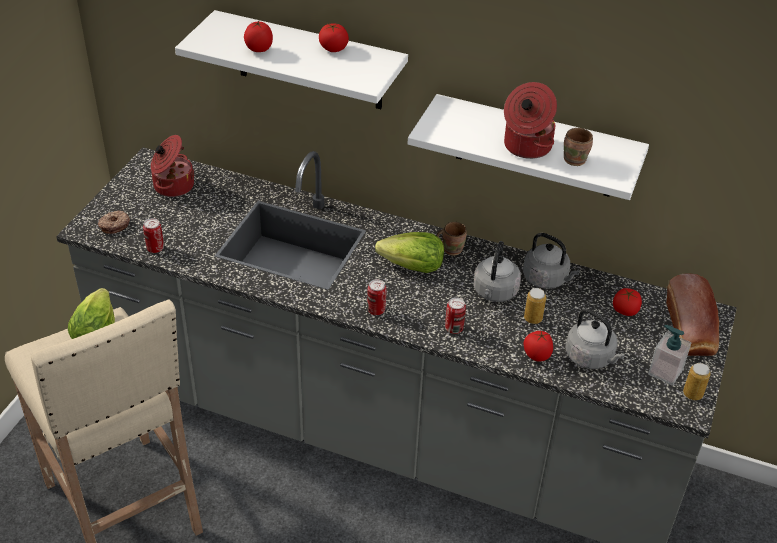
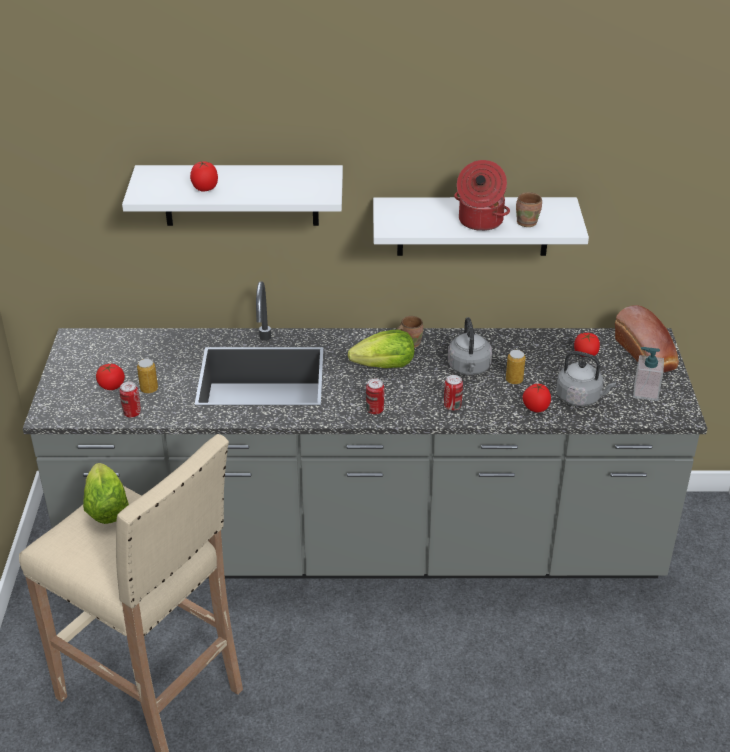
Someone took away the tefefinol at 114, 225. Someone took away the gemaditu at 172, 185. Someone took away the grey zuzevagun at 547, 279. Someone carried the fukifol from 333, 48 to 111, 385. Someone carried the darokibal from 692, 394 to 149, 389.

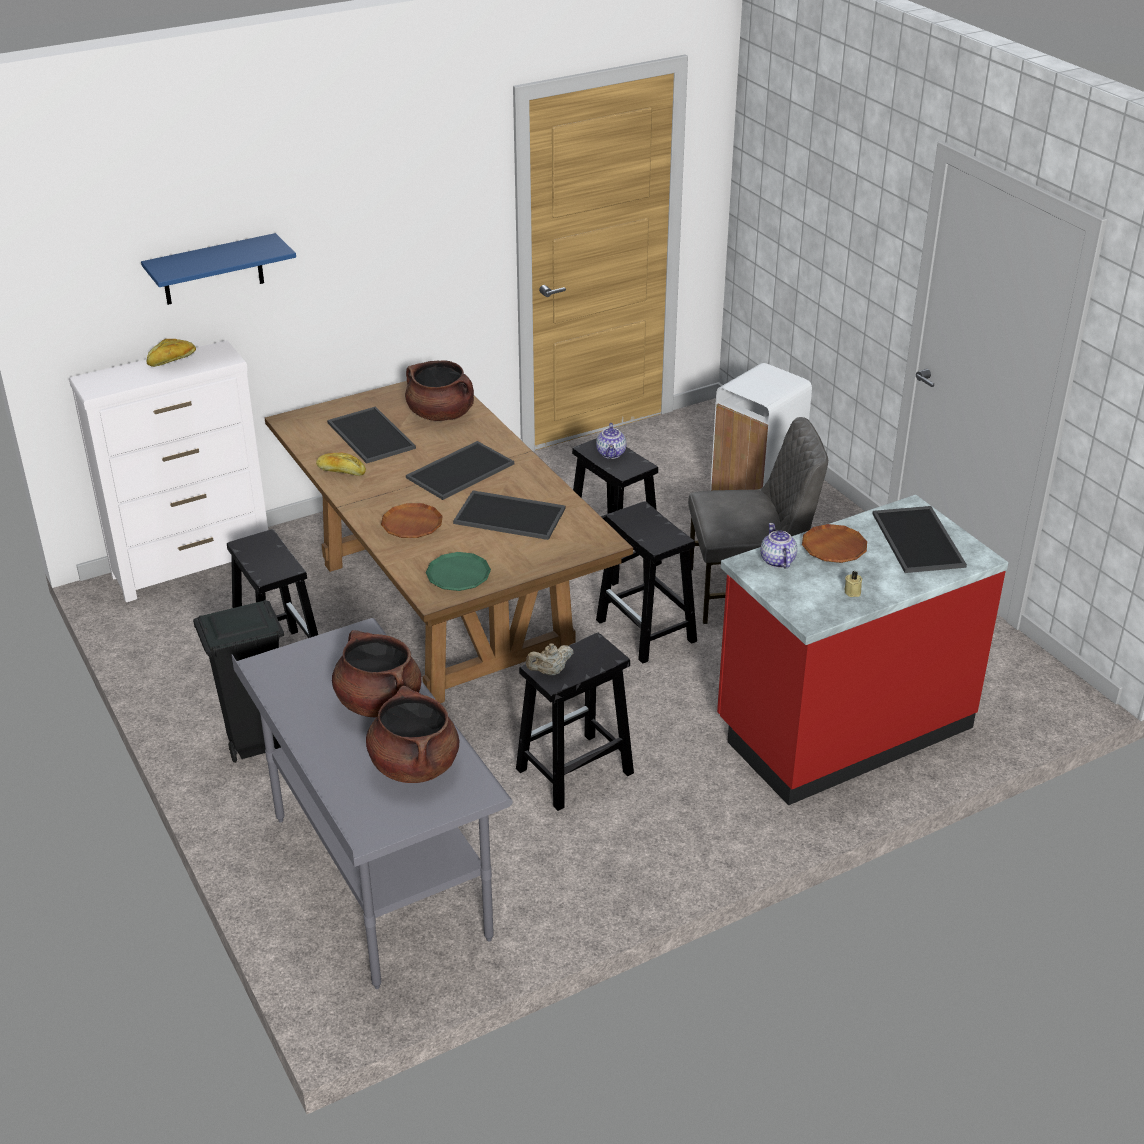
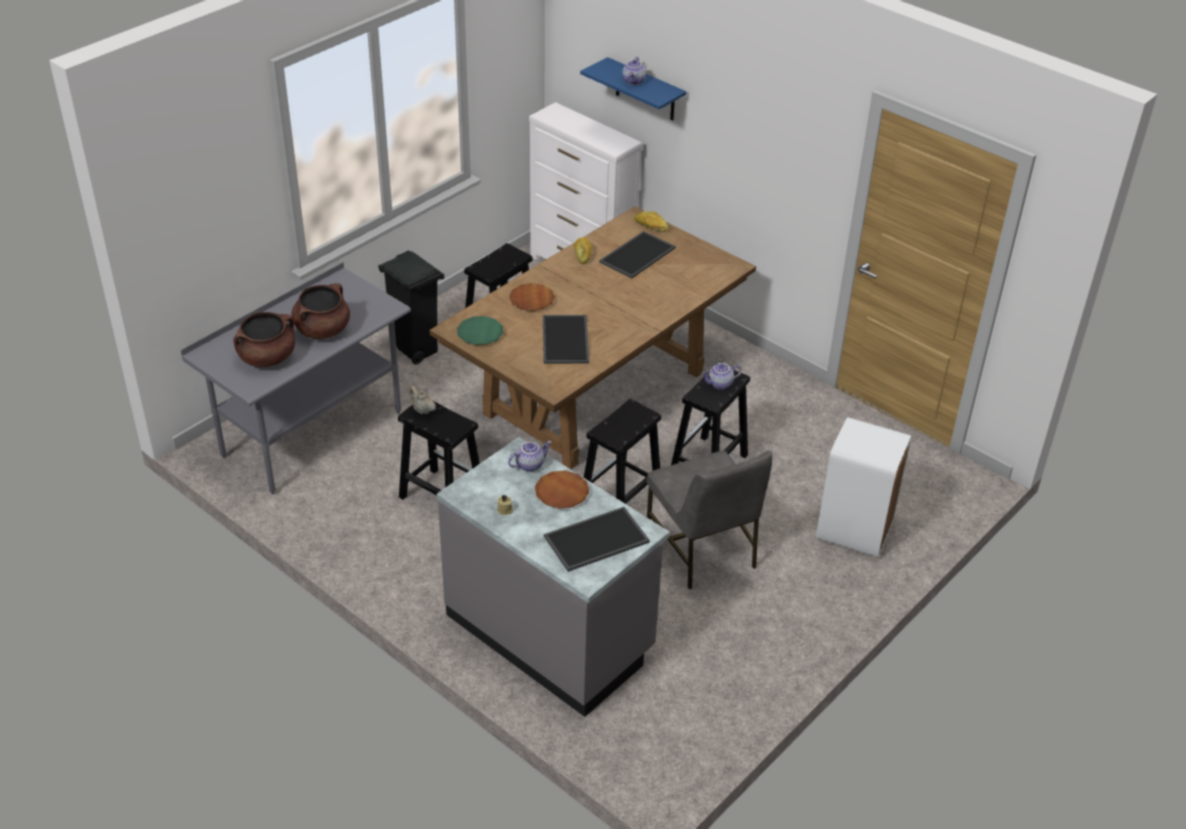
Someone took away the brown gemaditu at 441, 414. Someone took away the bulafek at 460, 470. Someone put down the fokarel at 634, 81. Someone carried the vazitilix from 172, 360 to 651, 227. Someone repainted the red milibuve at 842, 727, which became the grey milibuve at 550, 633.

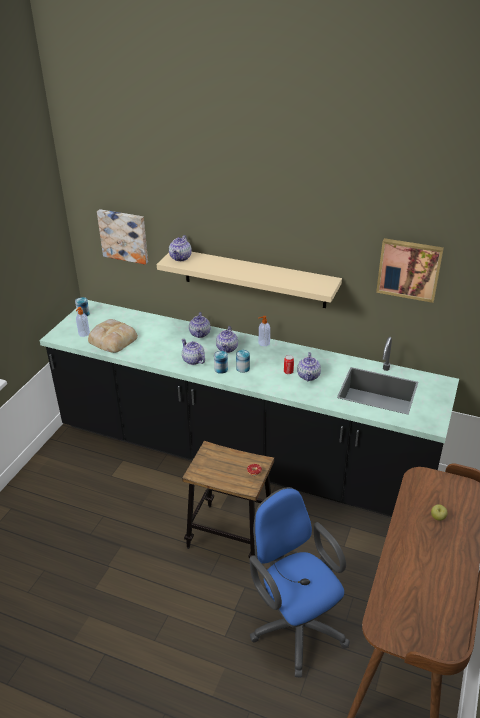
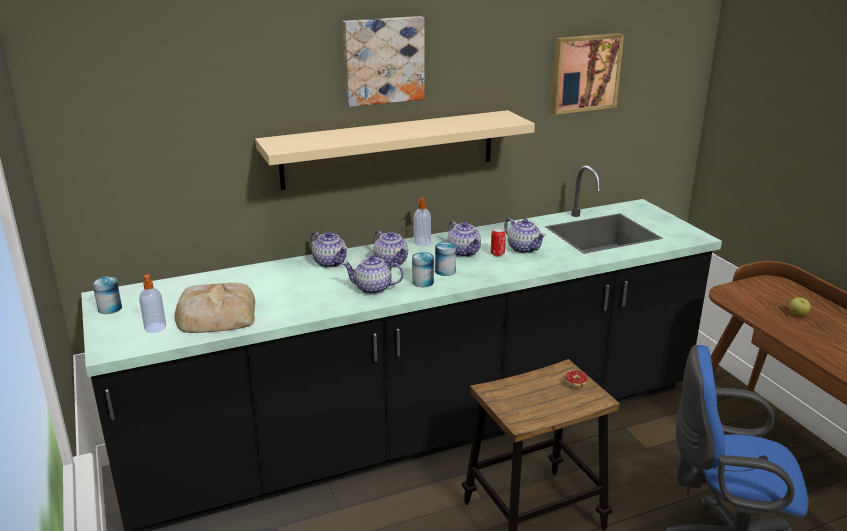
Someone carried the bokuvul from 124, 235 to 383, 60. Someone carried the fokarel from 181, 258 to 464, 252.

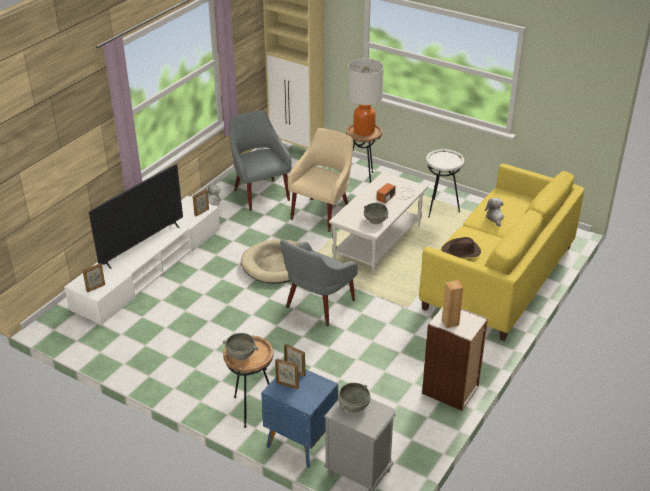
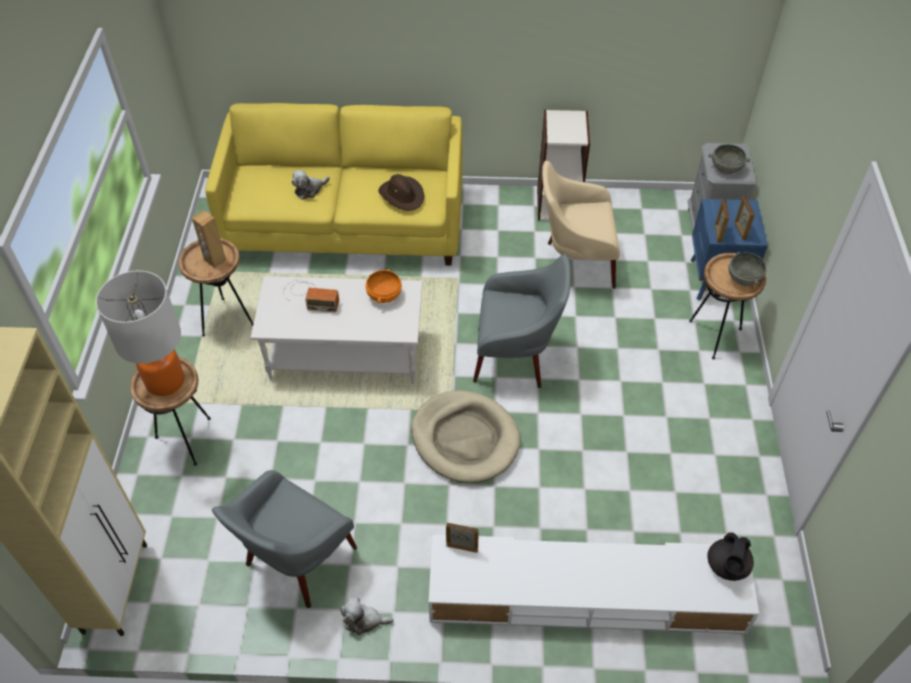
Someone took away the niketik at 142, 245. Someone carried the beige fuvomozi from 322, 212 to 574, 264. Someone carried the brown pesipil from 450, 322 to 215, 260. Someone swapped the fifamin at 96, 288 for the black fokarel at 727, 567. Someone repainted the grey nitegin at 376, 220, which became the orange nitegin at 384, 295. Someone repainted the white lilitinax at 440, 209, which became the brown lilitinax at 226, 320.

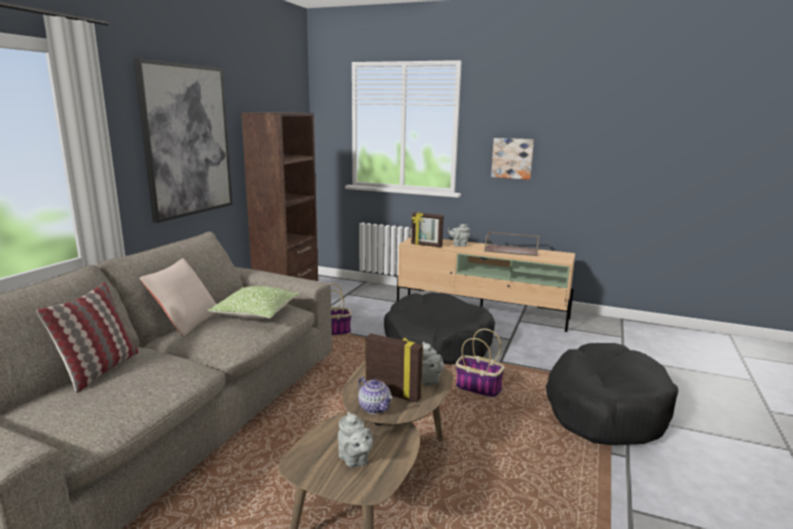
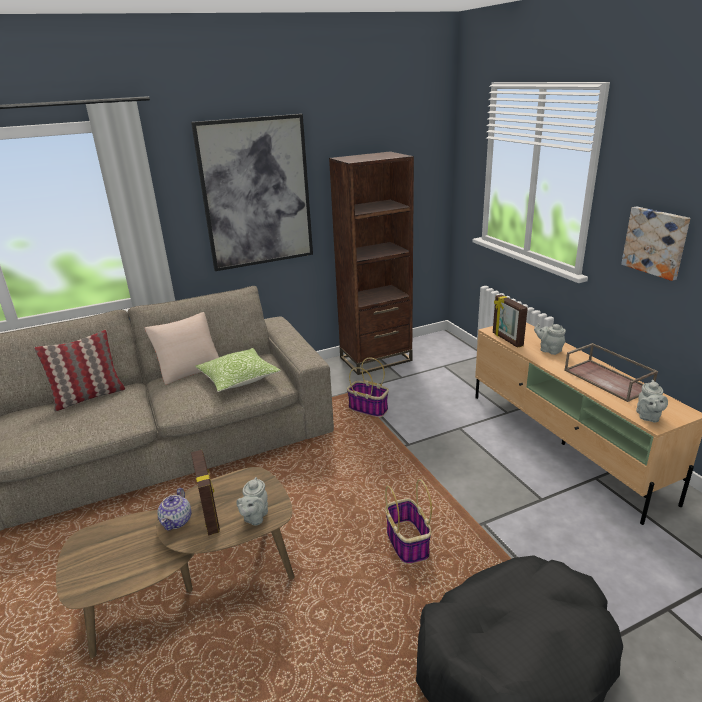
Someone took away the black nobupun at 438, 342. Someone carried the grey fokarel from 354, 460 to 648, 417.

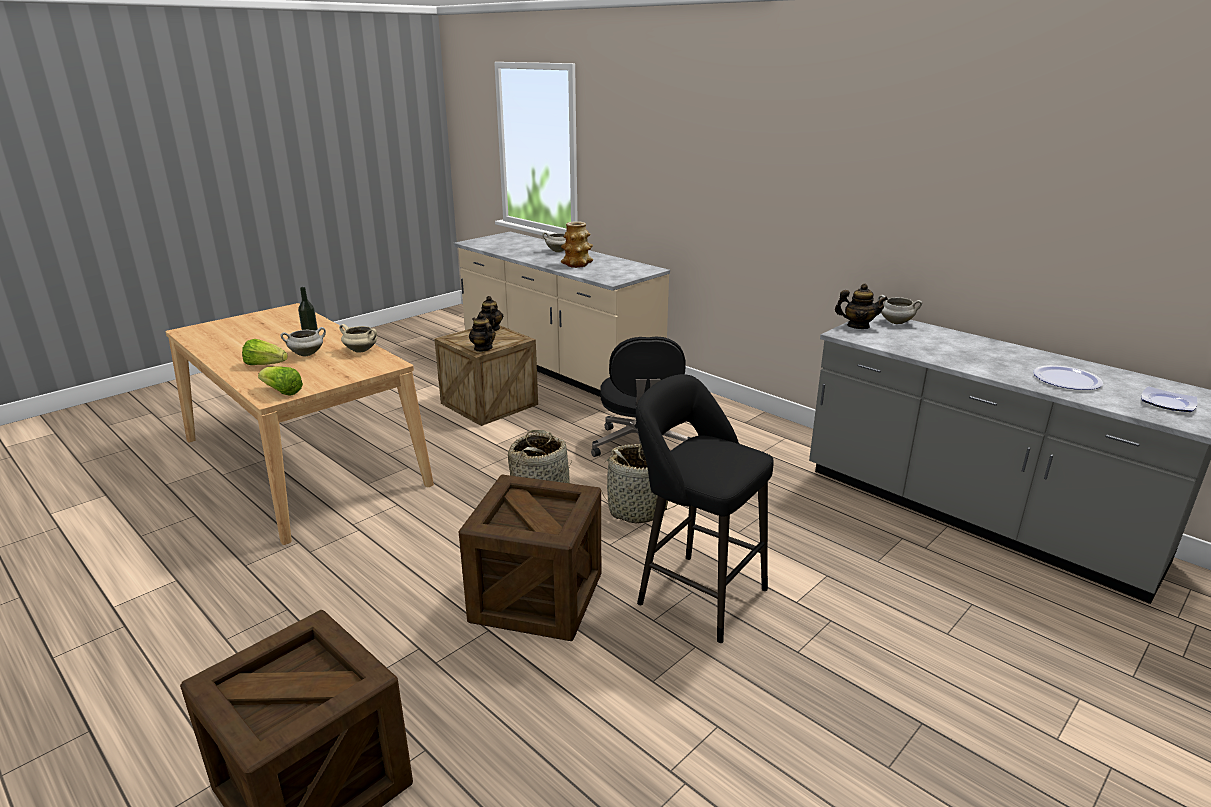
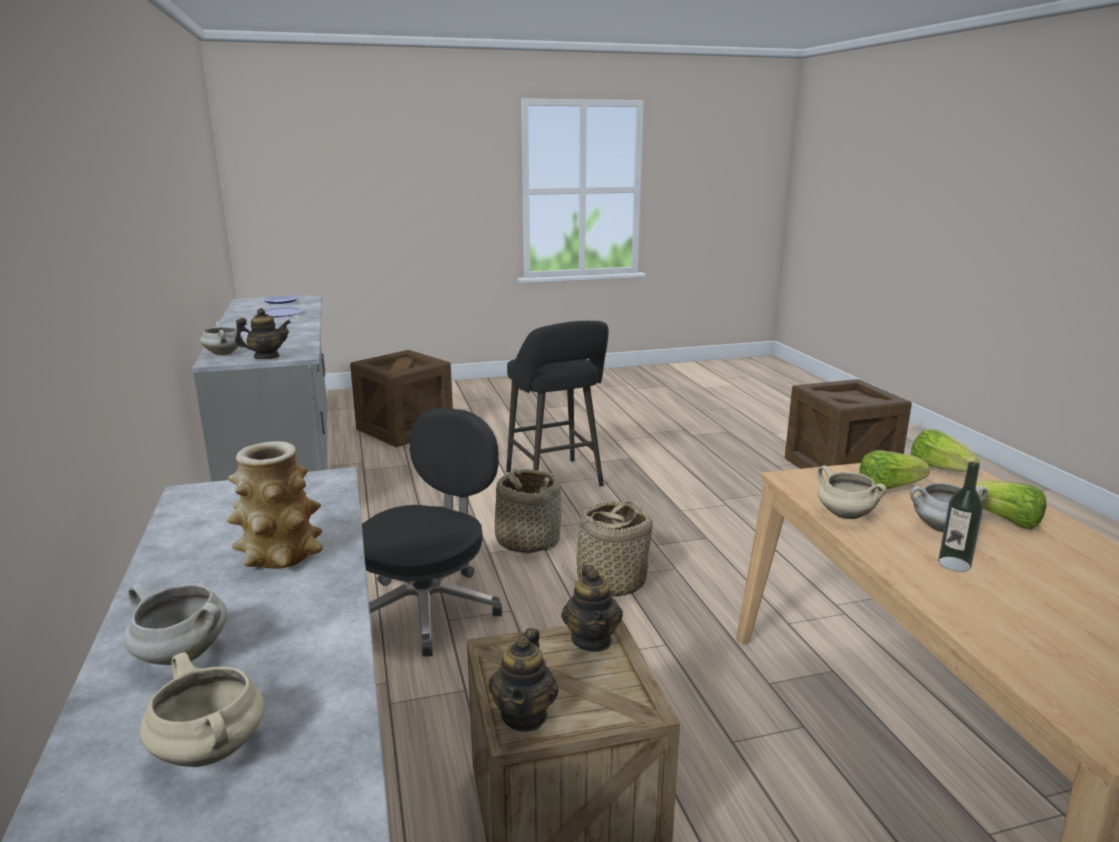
Someone put down the beige gemaditu at 212, 751. Someone put down the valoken at 888, 487. Someone carried the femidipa from 537, 598 to 405, 429. Someone rotated the fokarel at 858, 326 by 120 degrees clockwise.

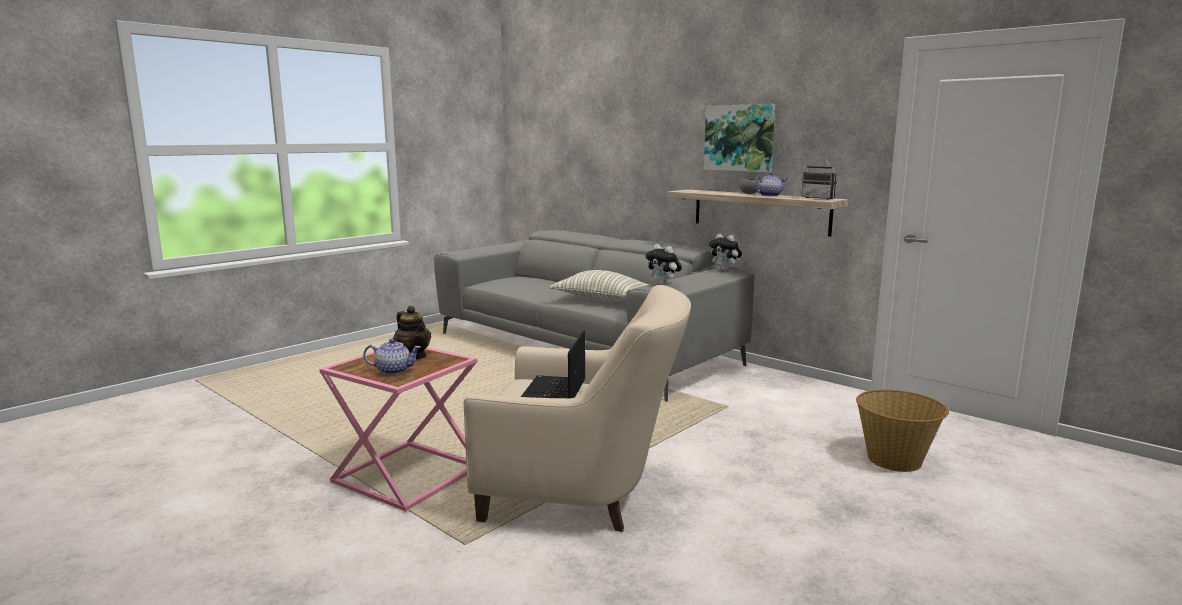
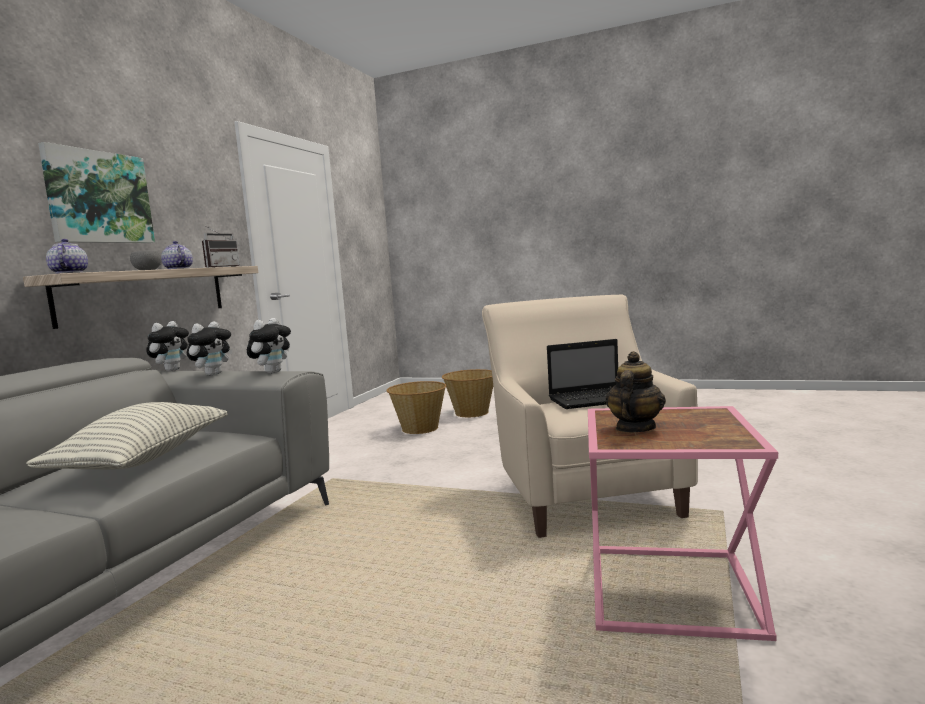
Someone put down the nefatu at 213, 374. Someone put down the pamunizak at 471, 412. Someone carried the fokarel from 394, 370 to 69, 273.

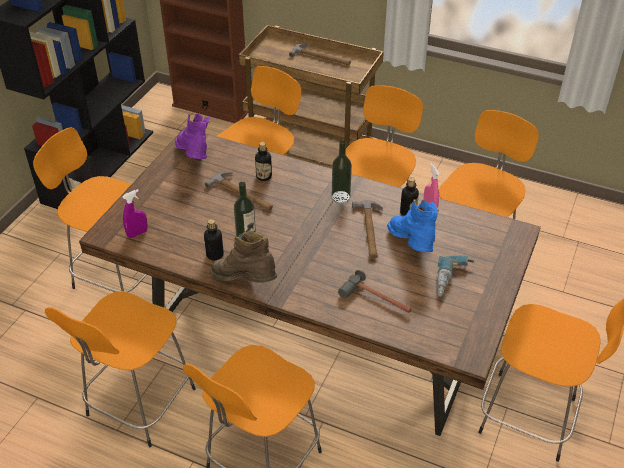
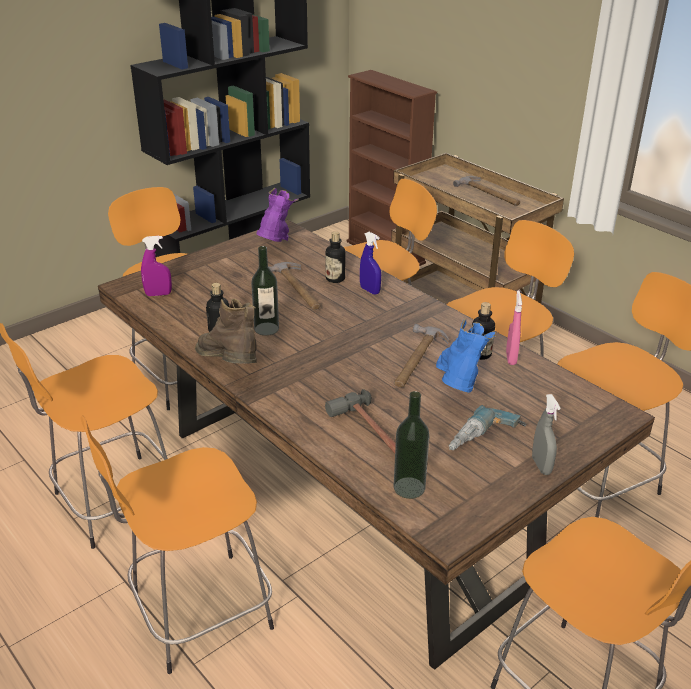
Someone put down the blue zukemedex at 370, 290. Someone put down the grey zukemedex at 541, 466. Someone carried the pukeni from 340, 197 to 409, 487.

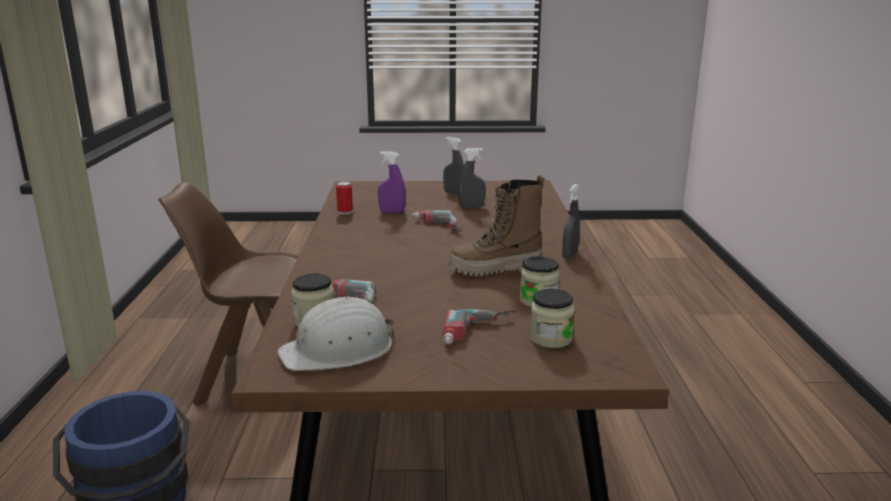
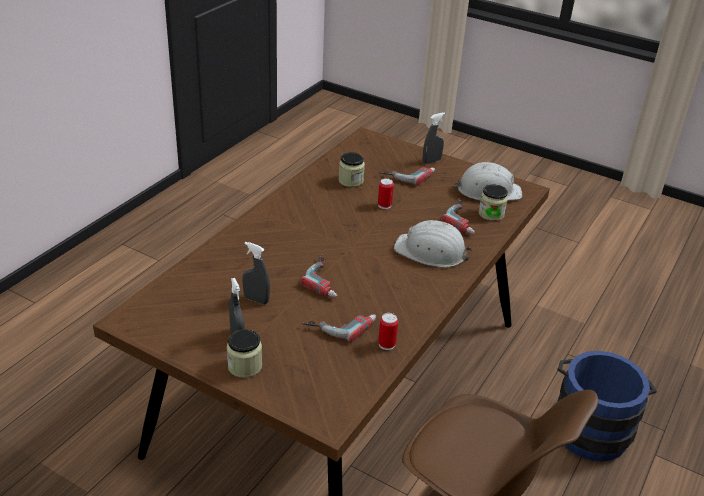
Someone took away the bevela at 495, 269. Someone put down the darokibal at 384, 205. Someone put down the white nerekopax at 431, 251. Someone carried the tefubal from 550, 338 to 245, 366. Someone carried the grey zukemedex from 569, 255 to 431, 161. Someone swapped the purple zukemedex at 392, 212 for the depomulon at 340, 324.

